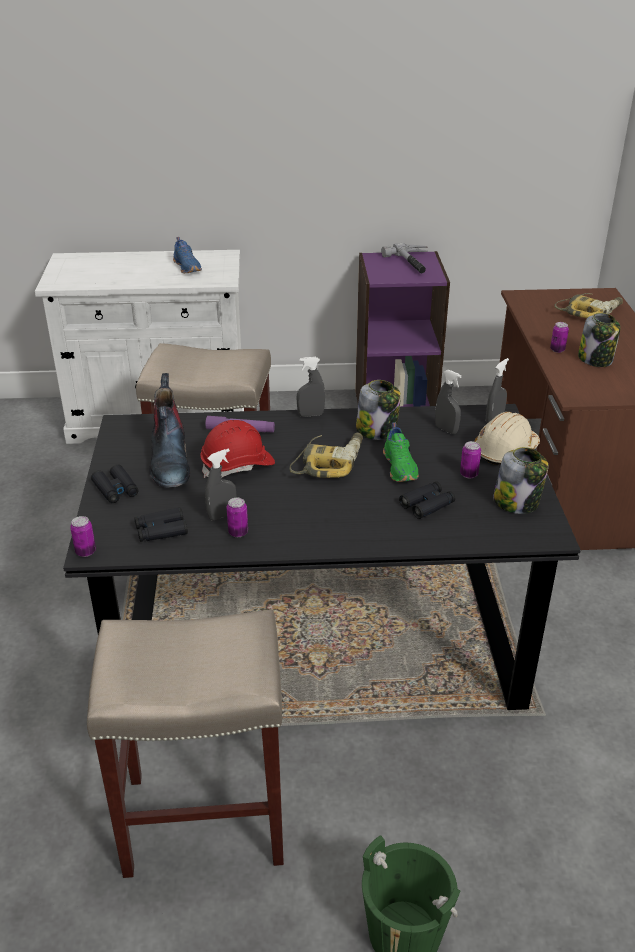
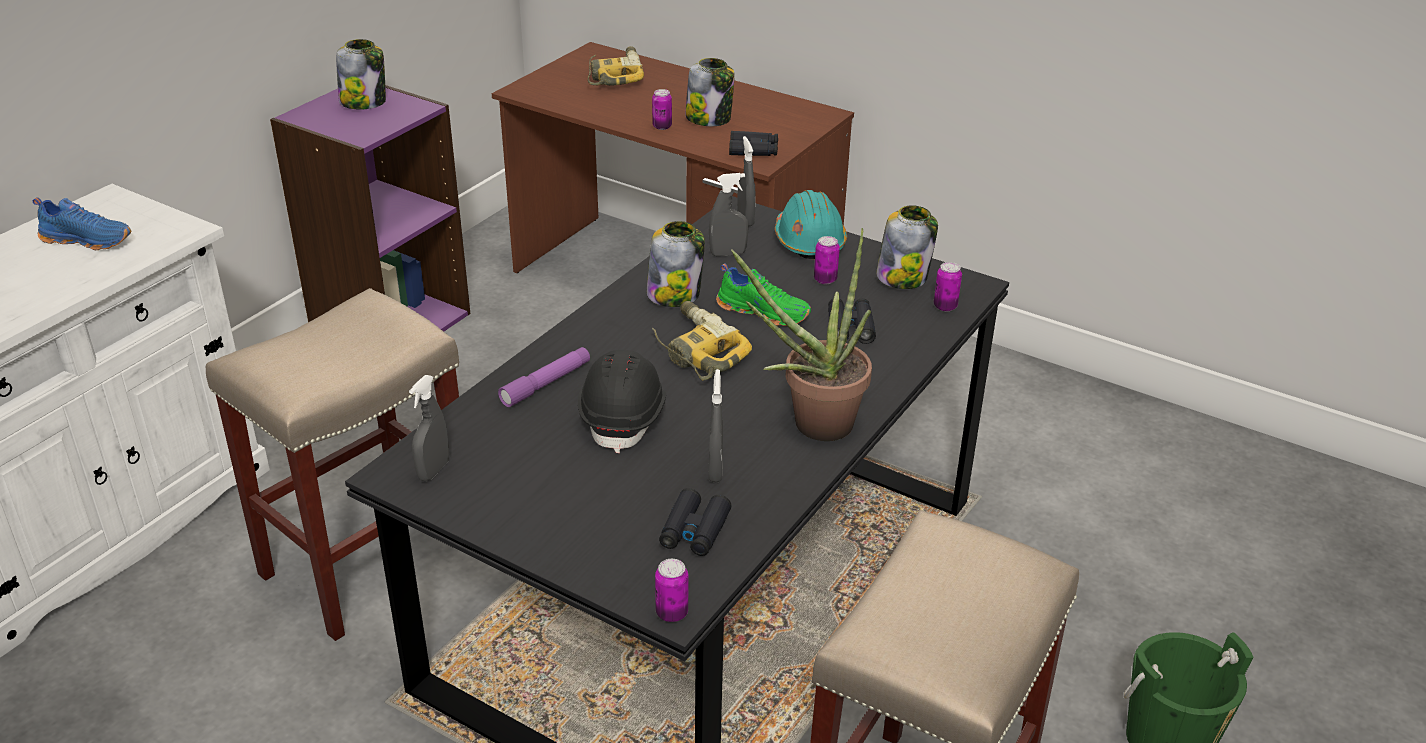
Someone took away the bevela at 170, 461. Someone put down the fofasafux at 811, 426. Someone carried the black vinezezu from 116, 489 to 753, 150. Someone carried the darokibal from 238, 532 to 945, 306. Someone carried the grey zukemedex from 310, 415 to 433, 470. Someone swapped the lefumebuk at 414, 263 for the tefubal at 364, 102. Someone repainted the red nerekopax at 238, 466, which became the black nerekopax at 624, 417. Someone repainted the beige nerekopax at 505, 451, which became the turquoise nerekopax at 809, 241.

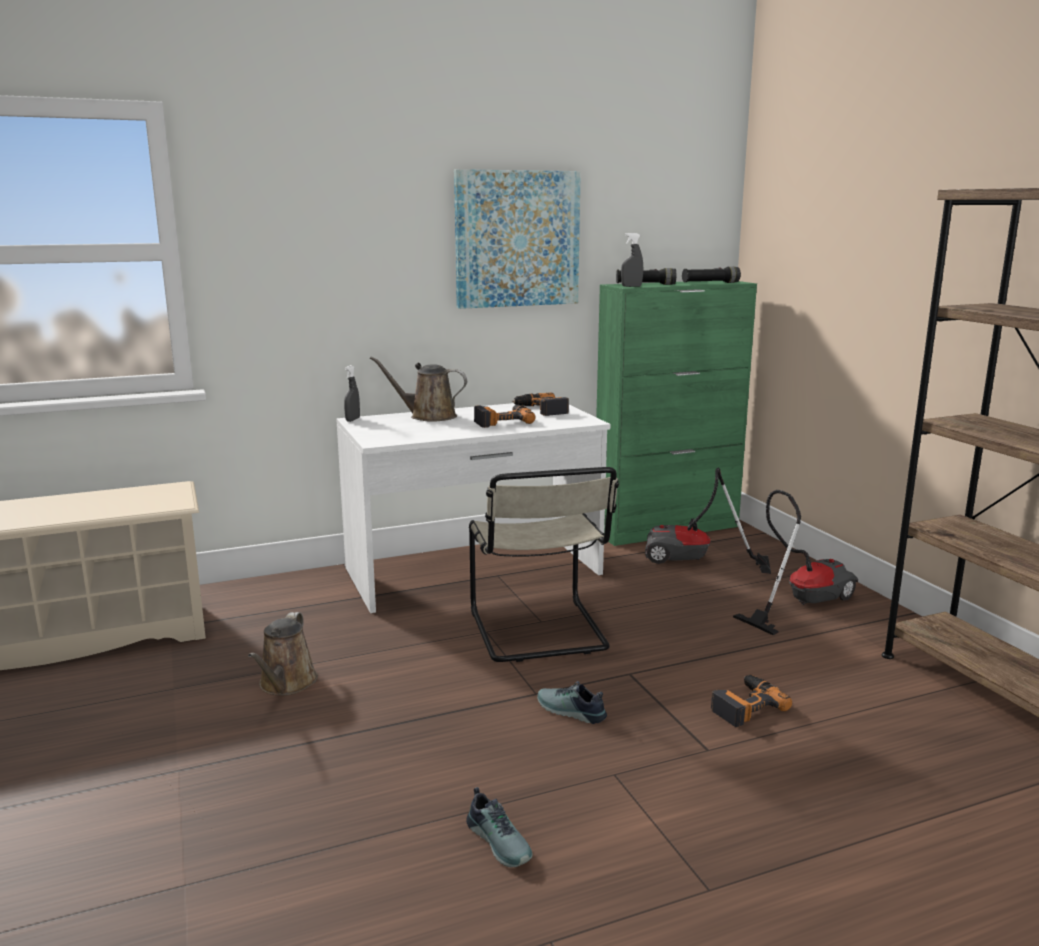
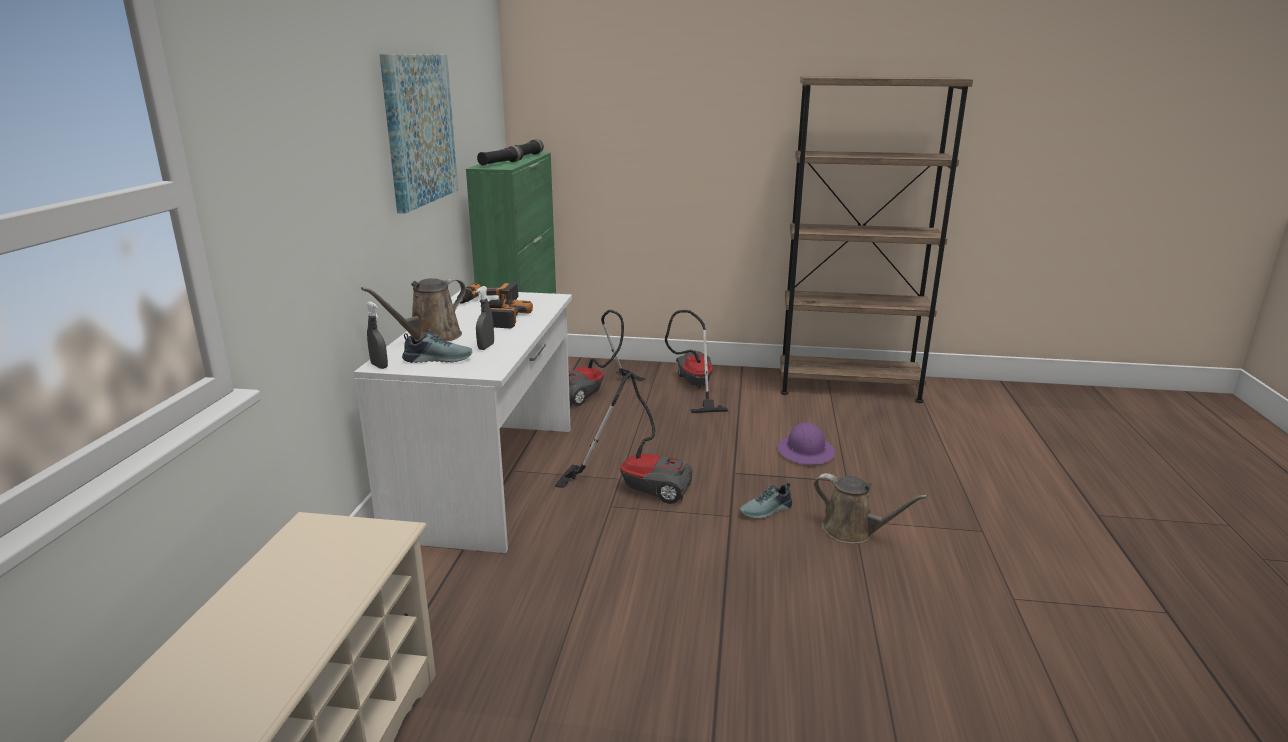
Someone carried the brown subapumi from 286, 684 to 853, 531. Someone carried the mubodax from 500, 841 to 438, 358. Someone carried the grey zukemedex from 631, 286 to 486, 347. Someone swapped the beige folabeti at 539, 632 for the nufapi at 638, 485. Someone swapped the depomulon at 745, 706 for the purple nerekopax at 806, 452.

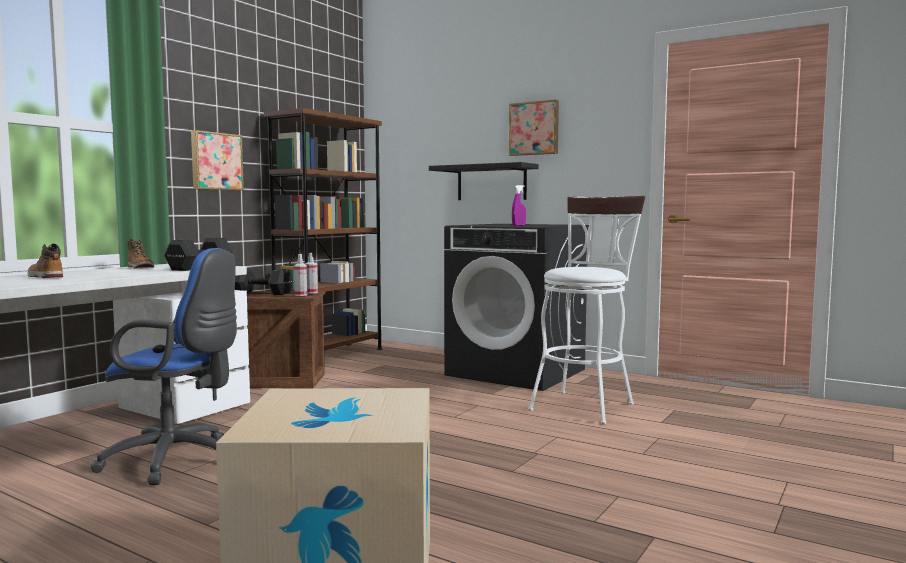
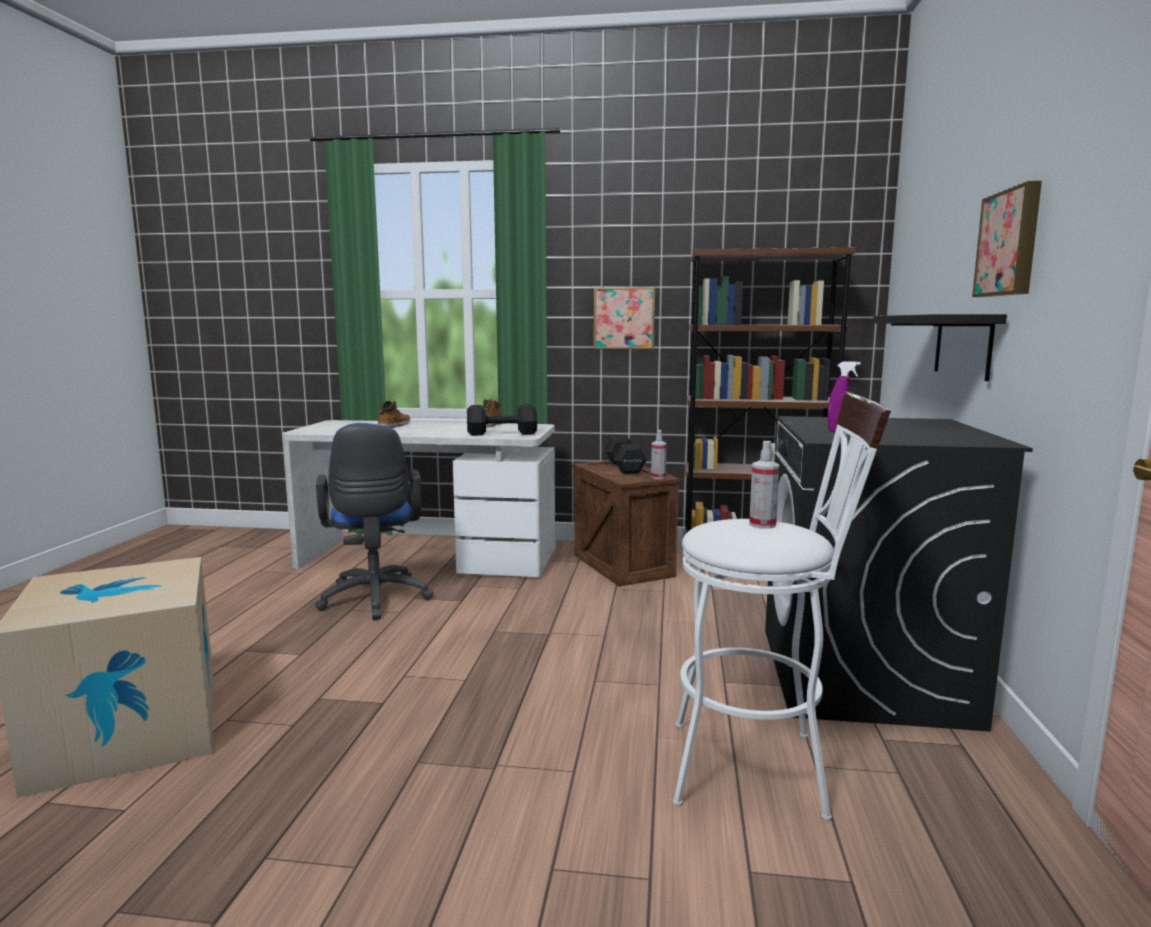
Someone carried the zukemedex from 300, 295 to 762, 524.

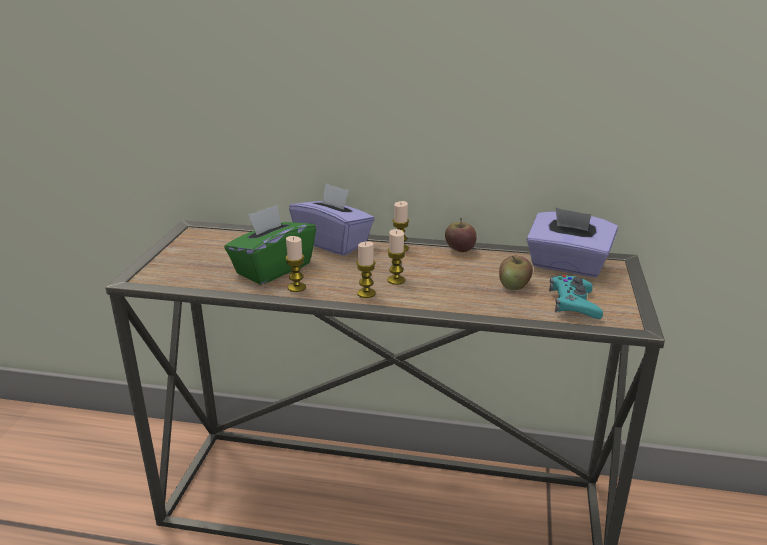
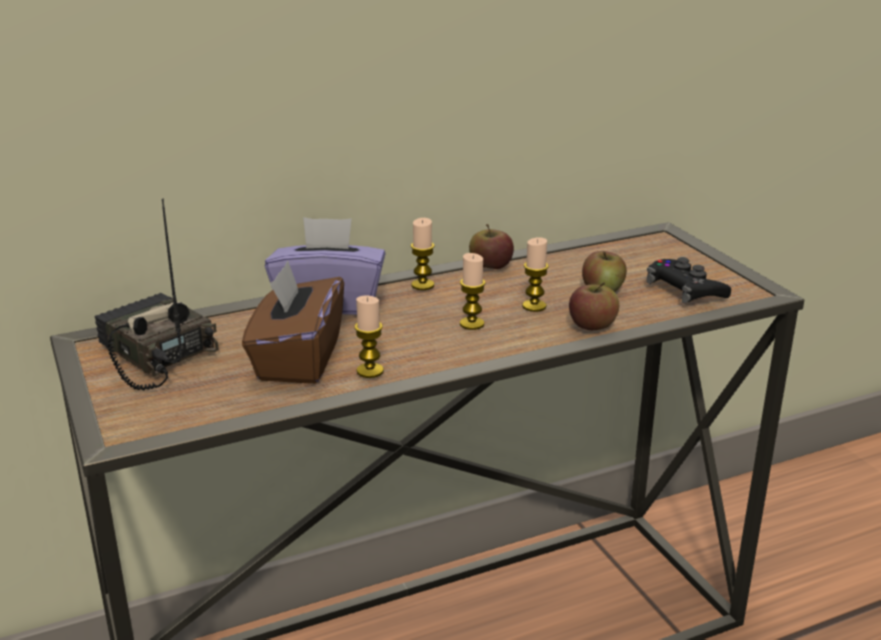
Someone took away the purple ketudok at 567, 265. Someone put down the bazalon at 153, 354. Someone put down the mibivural at 592, 325. Someone carried the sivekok from 366, 293 to 534, 306. Someone repainted the green ketudok at 272, 269, which became the brown ketudok at 297, 359. Someone repainted the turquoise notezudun at 573, 303, which became the black notezudun at 685, 289.

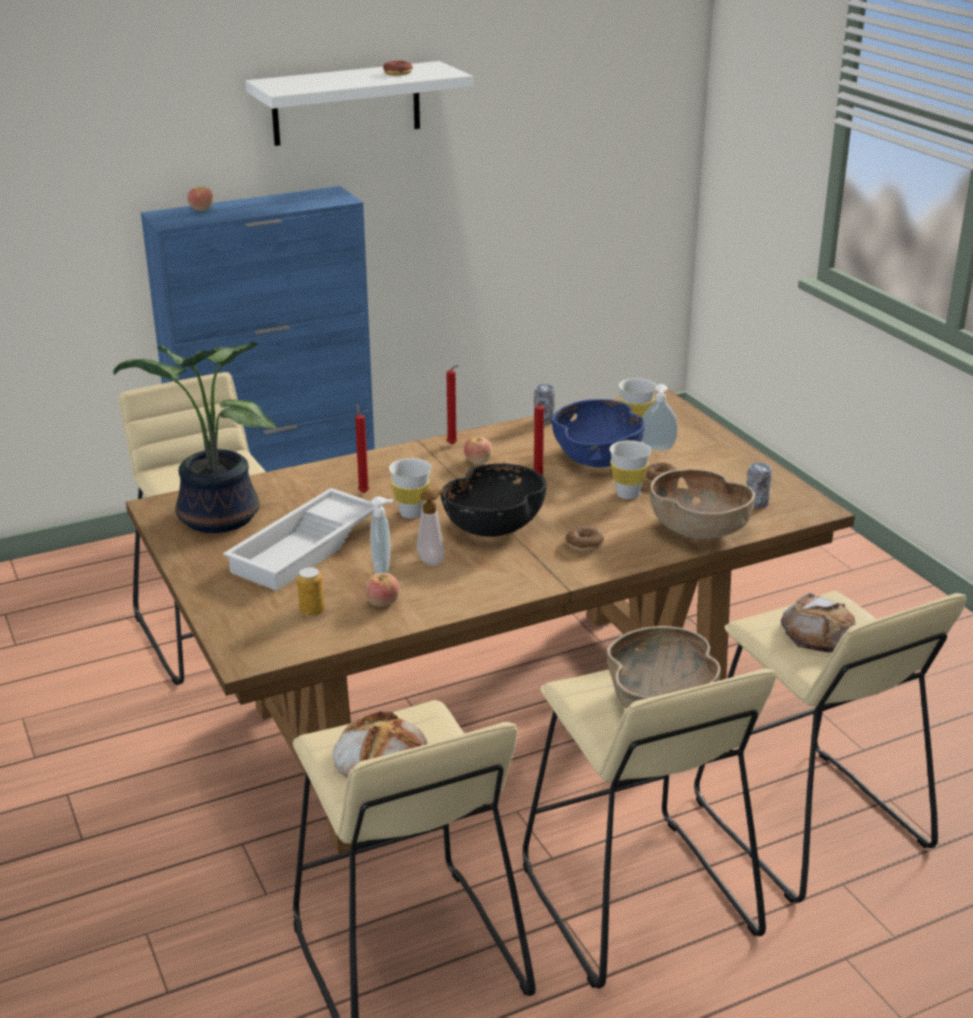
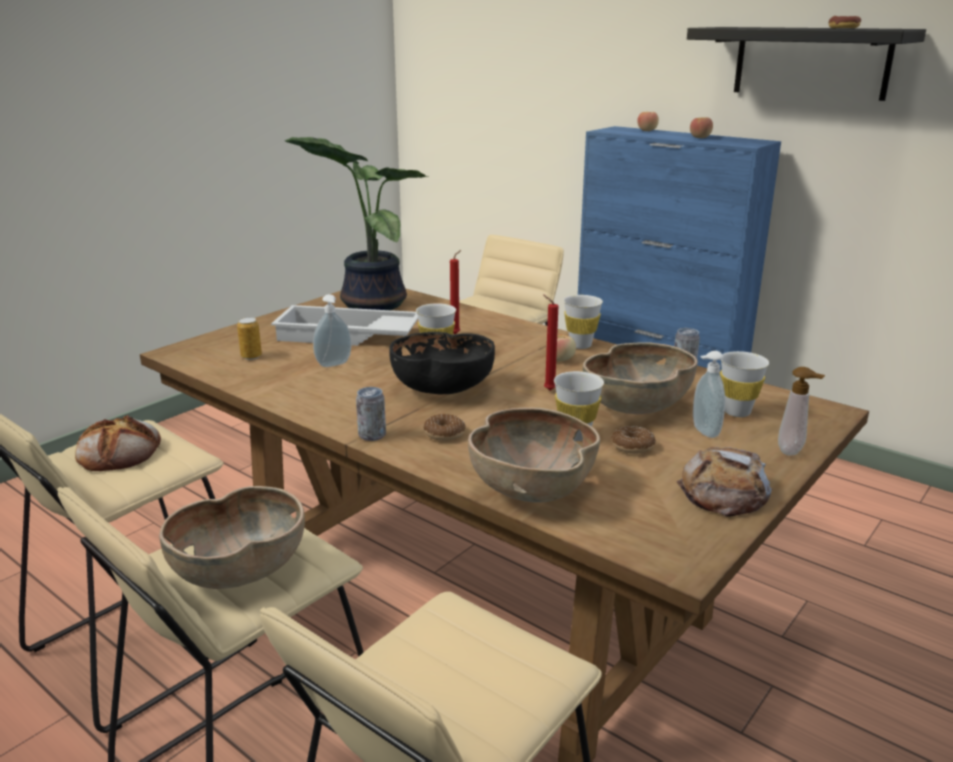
Someone carried the mibivural from 382, 602 to 700, 137. Someone carried the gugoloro from 433, 560 to 793, 451. Someone carried the darokibal from 756, 503 to 372, 435. Someone carried the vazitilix from 819, 632 to 724, 492. Someone swapped the red sivekok at 453, 445 for the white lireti at 580, 345. Someone repainted the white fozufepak at 346, 103, which became the black fozufepak at 811, 62. Someone repainted the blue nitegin at 597, 458, which became the brown nitegin at 637, 407.

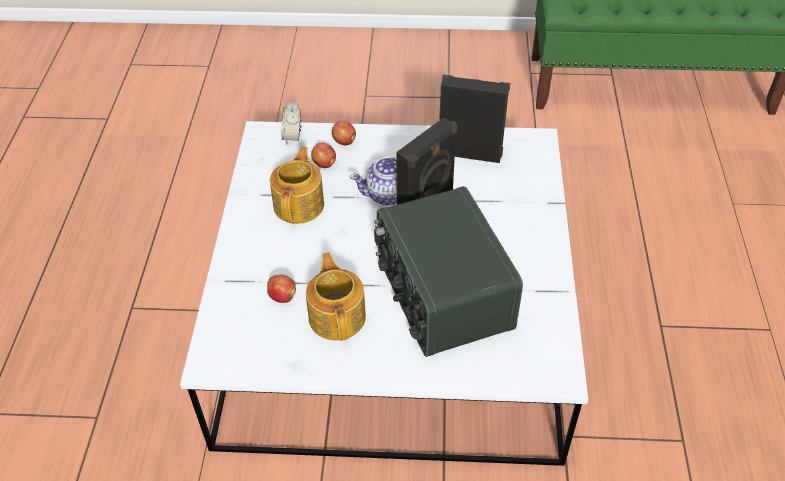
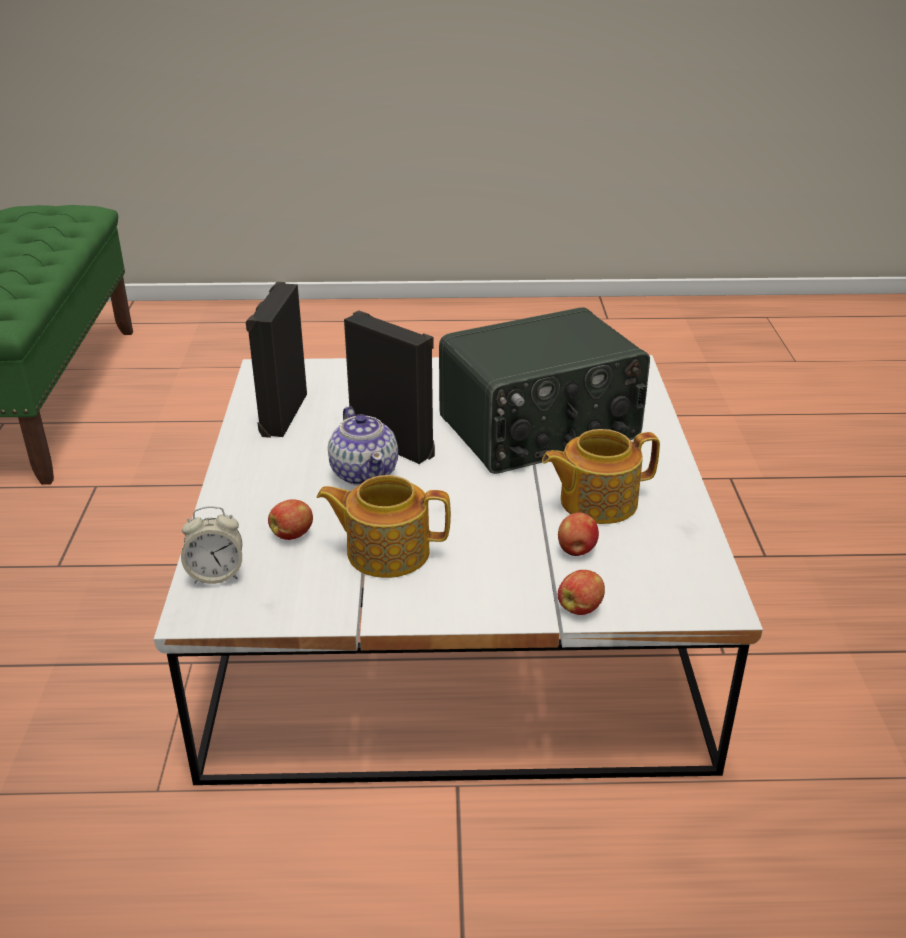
Someone carried the mibivural from 344, 142 to 580, 608.

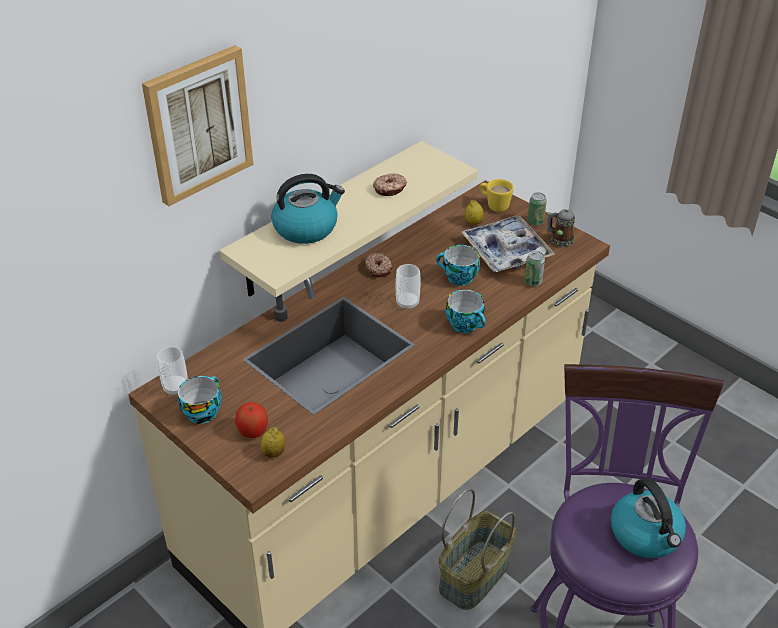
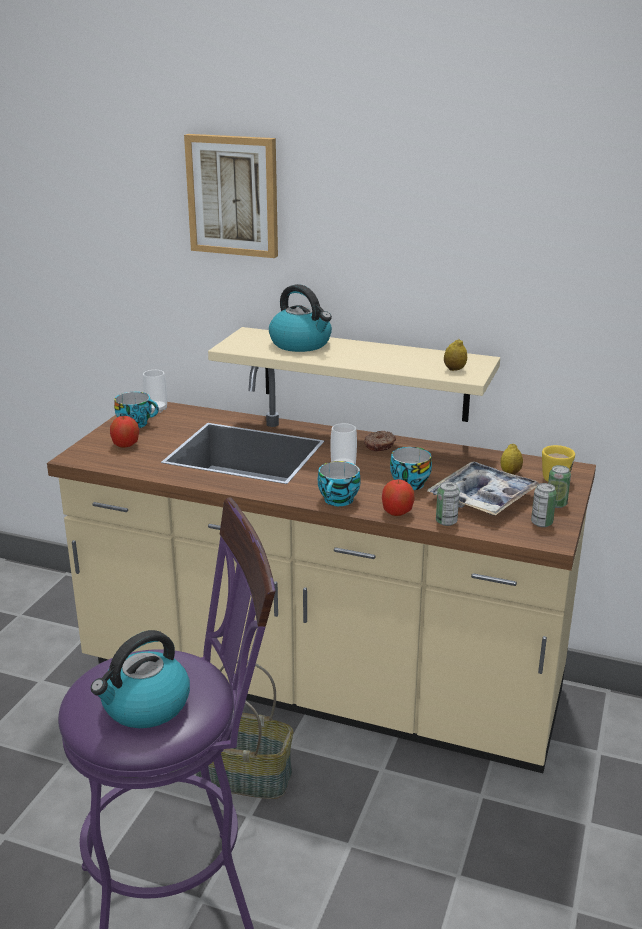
Someone took away the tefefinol at 390, 189. Someone put down the mibivural at 397, 512. Someone carried the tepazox from 274, 453 to 454, 369. Someone swapped the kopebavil at 559, 239 for the darokibal at 541, 523.

